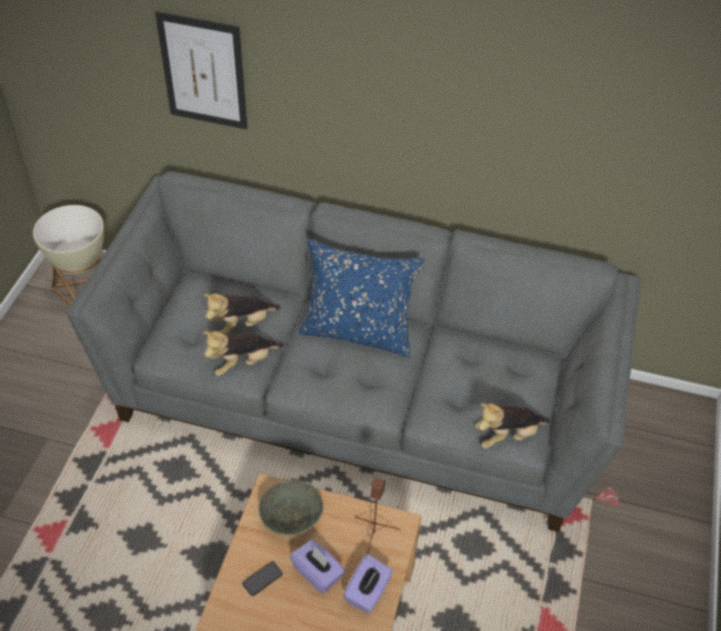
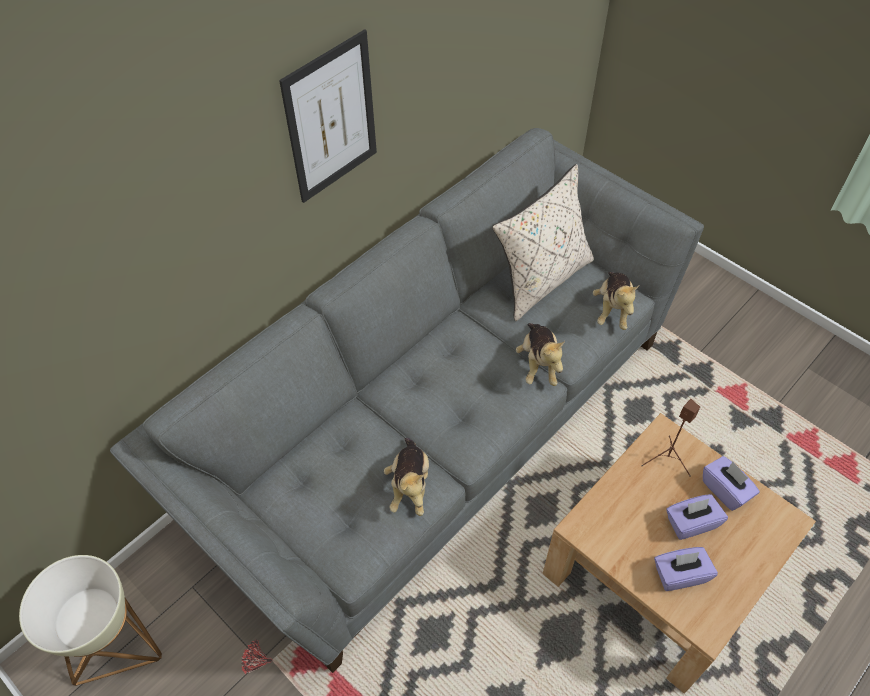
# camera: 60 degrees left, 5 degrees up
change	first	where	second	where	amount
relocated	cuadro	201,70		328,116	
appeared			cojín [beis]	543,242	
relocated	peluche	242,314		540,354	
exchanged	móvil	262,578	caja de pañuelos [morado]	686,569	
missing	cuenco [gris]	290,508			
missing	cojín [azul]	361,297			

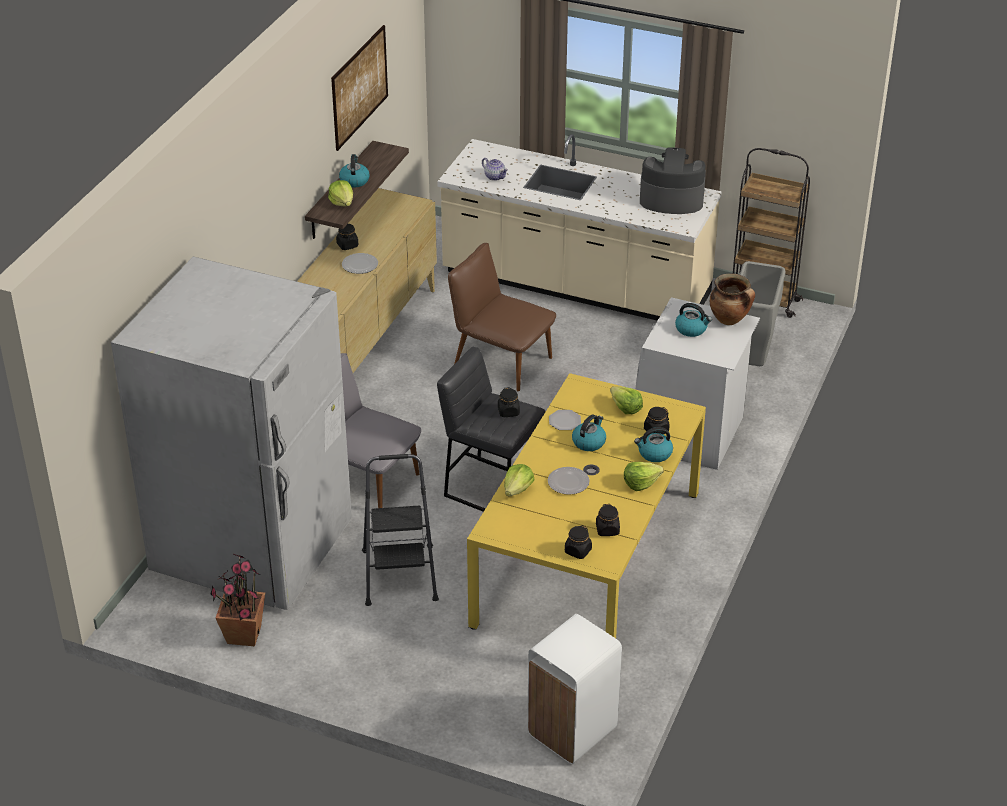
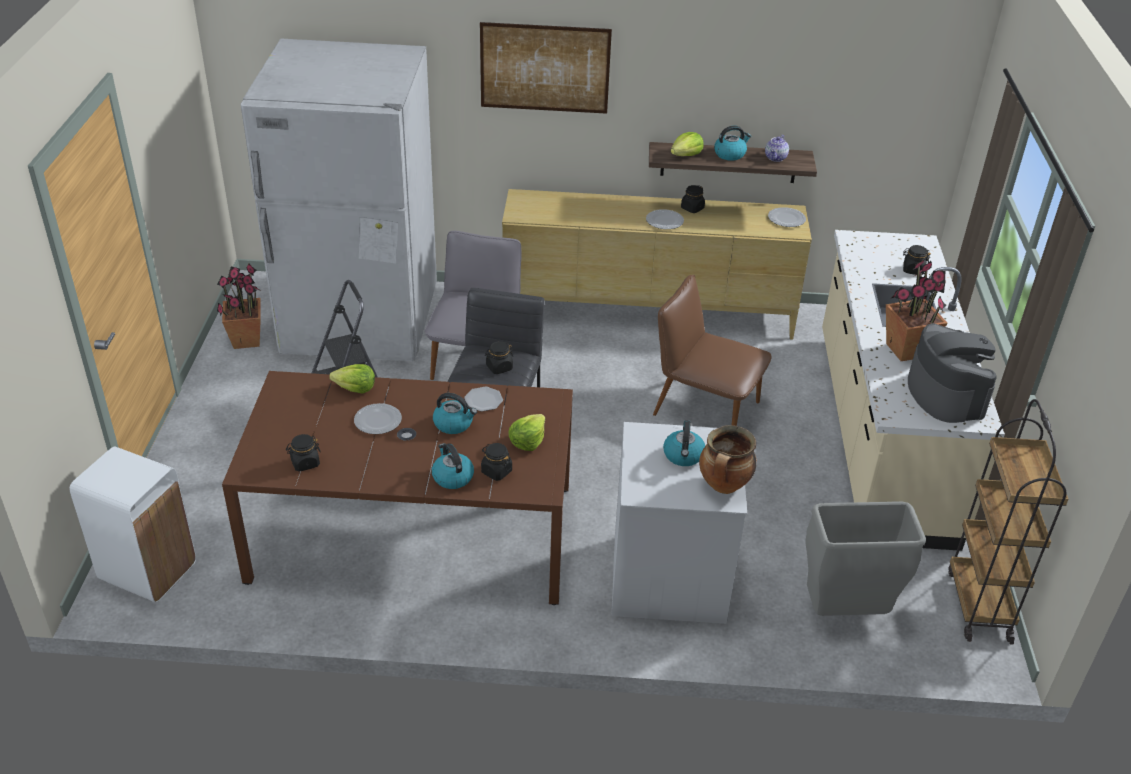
# camera: 70 degrees right, 0 degrees up
change	first	where	second	where	amount
colour	mesa de comedor [amarillo]	586,505	mesa de comedor [marrón]	397,488	
relocated	cuadro	359,88		546,68	
spun	silla [marrón]	502,317		712,350	75 degrees counterclockwise
relocated	tetera	495,169		777,148	
appeared			plato	787,217	
appeared			planta en maceta	917,310	
relocated	tarro [negro]	578,542		917,260	
missing	lechuga	644,476			

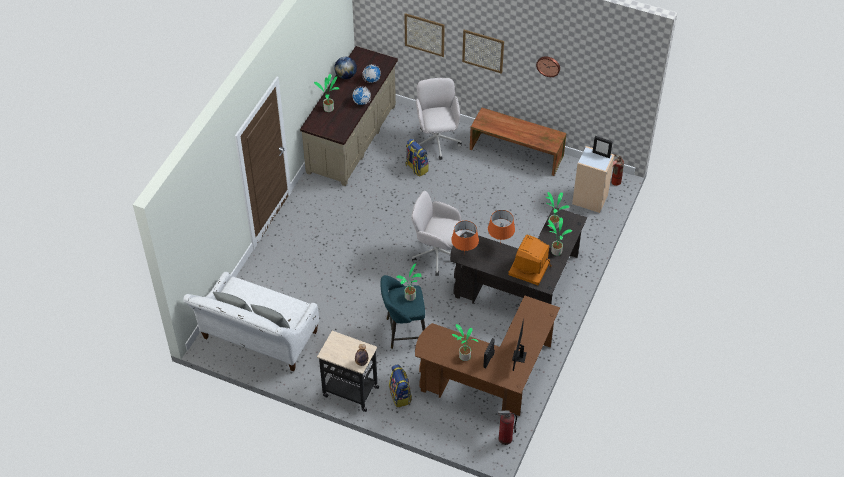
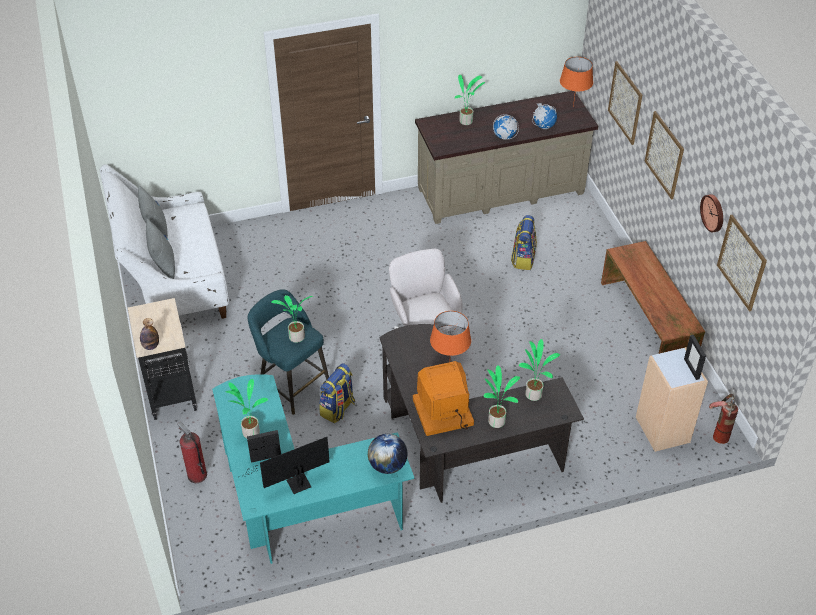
# camera: 50 degrees right, 5 degrees down
change	first	where	second	where	amount
relocated	extintor	507,428		192,452	
colour	escritorio [marrón]	487,355	escritorio [turquesa]	313,469	
relocated	mochila	400,386		337,393	
relocated	globo terráqueo	345,68		387,454	
relocated	lámpara de mesa [naranja]	465,238		576,82	
appeared			cuadro	742,263	
missing	silla de oficina [blanco]	439,119			

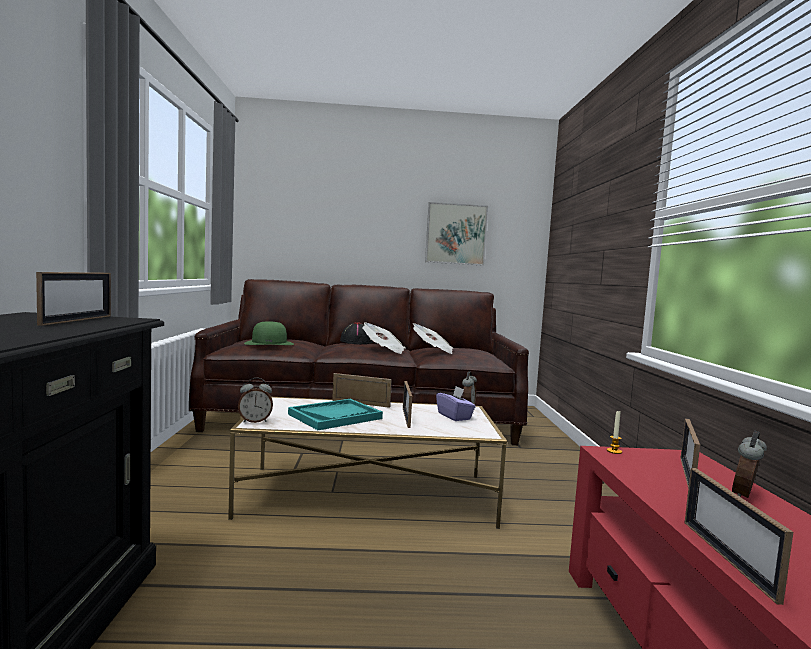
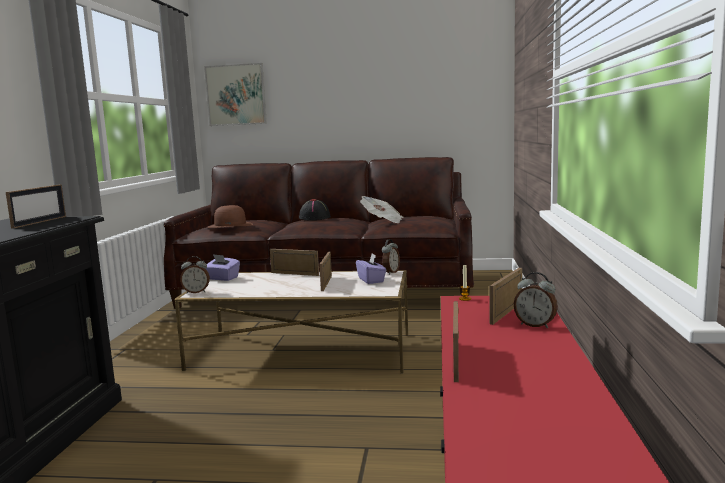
# camera: 10 degrees right, 5 degrees up
change	first	where	second	where	amount
relocated	cuadro	456,234		235,94	
appeared			caja de pañuelos [morado]	222,267	
colour	sombrero [verde]	269,333	sombrero [marrón]	230,216	
spun	despertador	749,464		536,300	105 degrees counterclockwise
missing	bandeja [turquesa]	335,414			
missing	periódico	383,338			

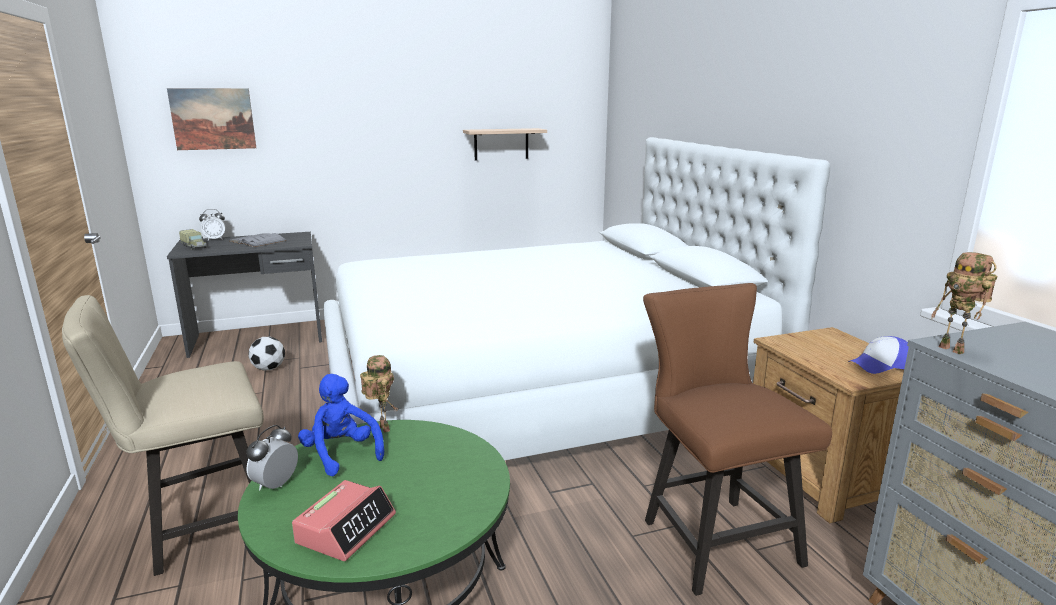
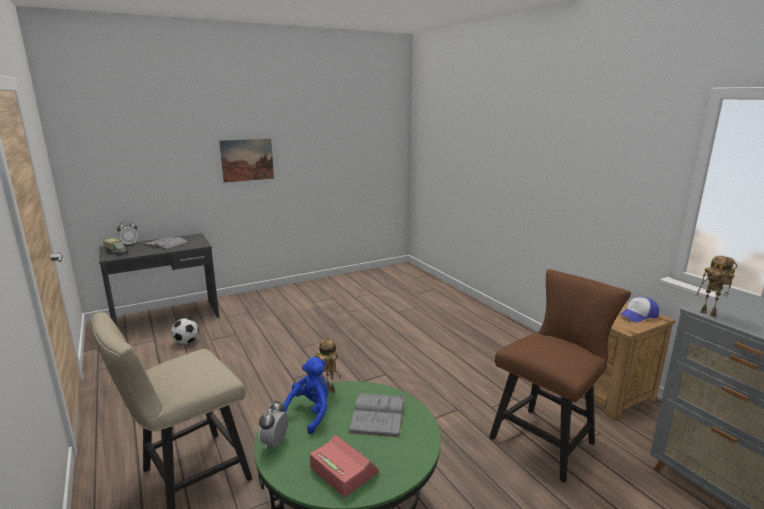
# camera: 10 degrees left, 0 degrees up
change	first	where	second	where	amount
relocated	cuadro	211,119		246,160	
spun	peluche [azul]	341,425		304,395	75 degrees clockwise
spun	despertador	344,520		344,465	60 degrees counterclockwise
appeared			libro [gris]	376,415	
spun	silla [marrón]	737,439		560,376	75 degrees clockwise
missing	cama [blanco]	576,298			
missing	estante	505,144			

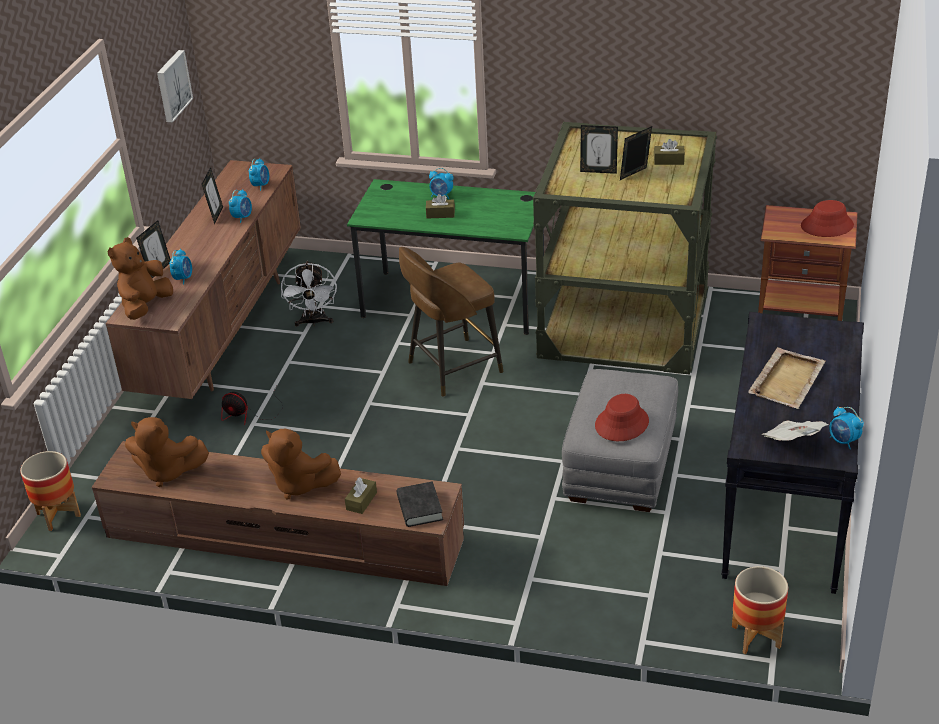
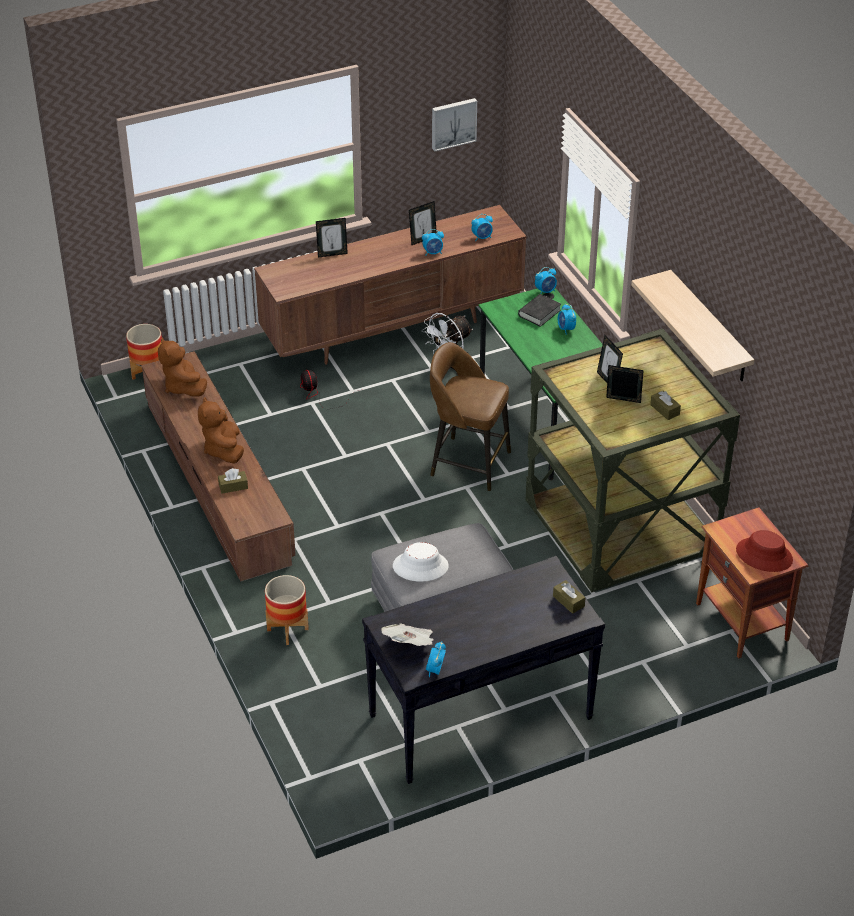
# camera: 50 degrees right, 5 degrees up
change	first	where	second	where	amount
relocated	maceta	760,610		287,610	
colour	sombrero [rojo]	622,417	sombrero [blanco]	421,562	
relocated	libro [negro]	420,504		539,310	
relocated	despertador	180,267		546,280	
relocated	caja de pañuelos [marrón]	440,206		569,597	
appeared			estante	692,325	
missing	peluche [marrón]	140,278			
missing	bandeja [beis]	787,378			

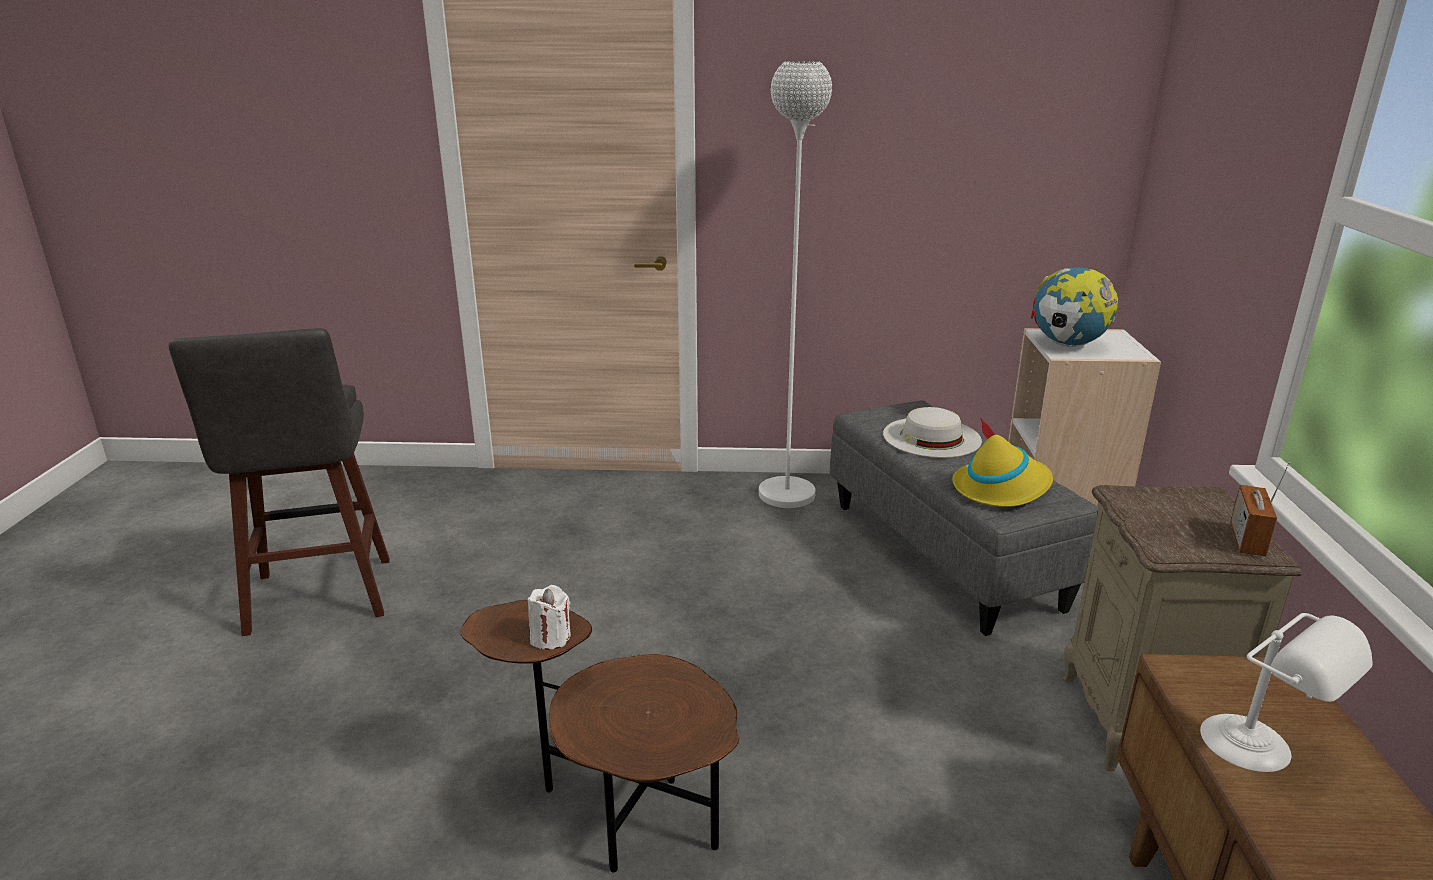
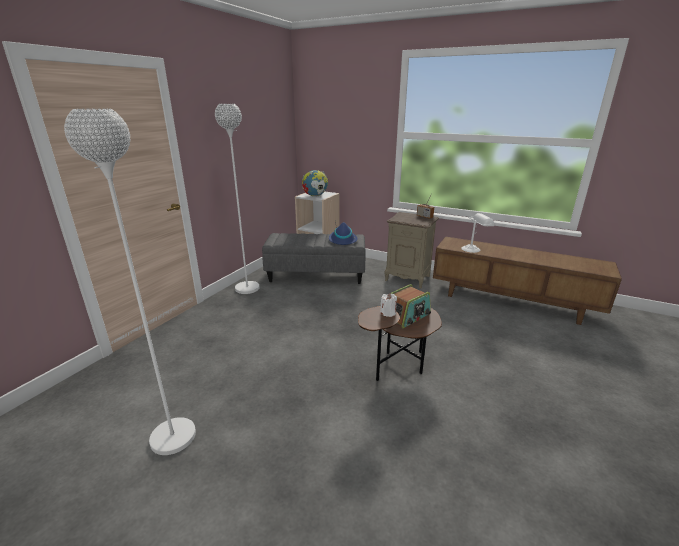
# camera: 65 degrees left, 0 degrees up
change	first	where	second	where	amount
exchanged	taburete [gris]	279,482	lámpara de pie [blanco]	130,281	
colour	sombrero [amarillo]	1002,462	sombrero [azul]	343,233	
appeared			radio	411,306	
missing	sombrero [blanco]	932,432			

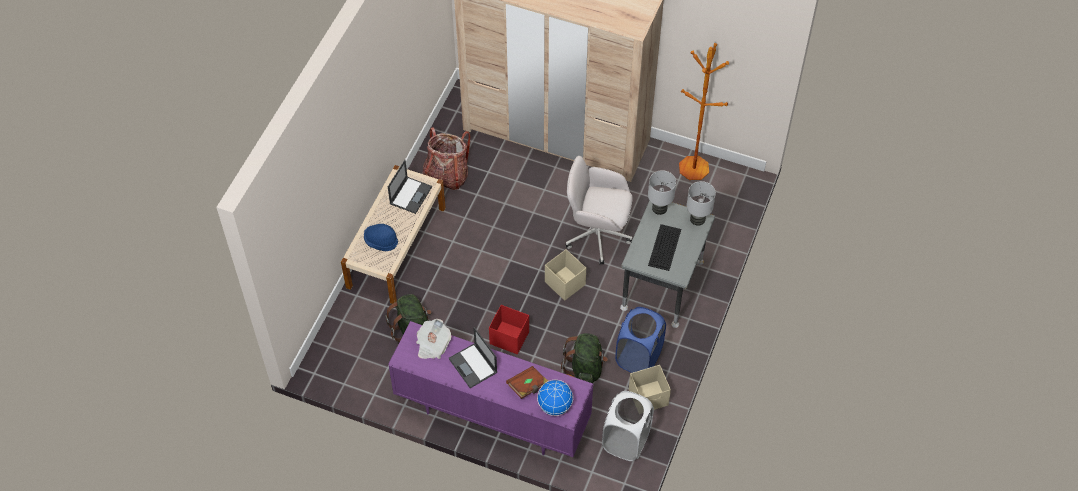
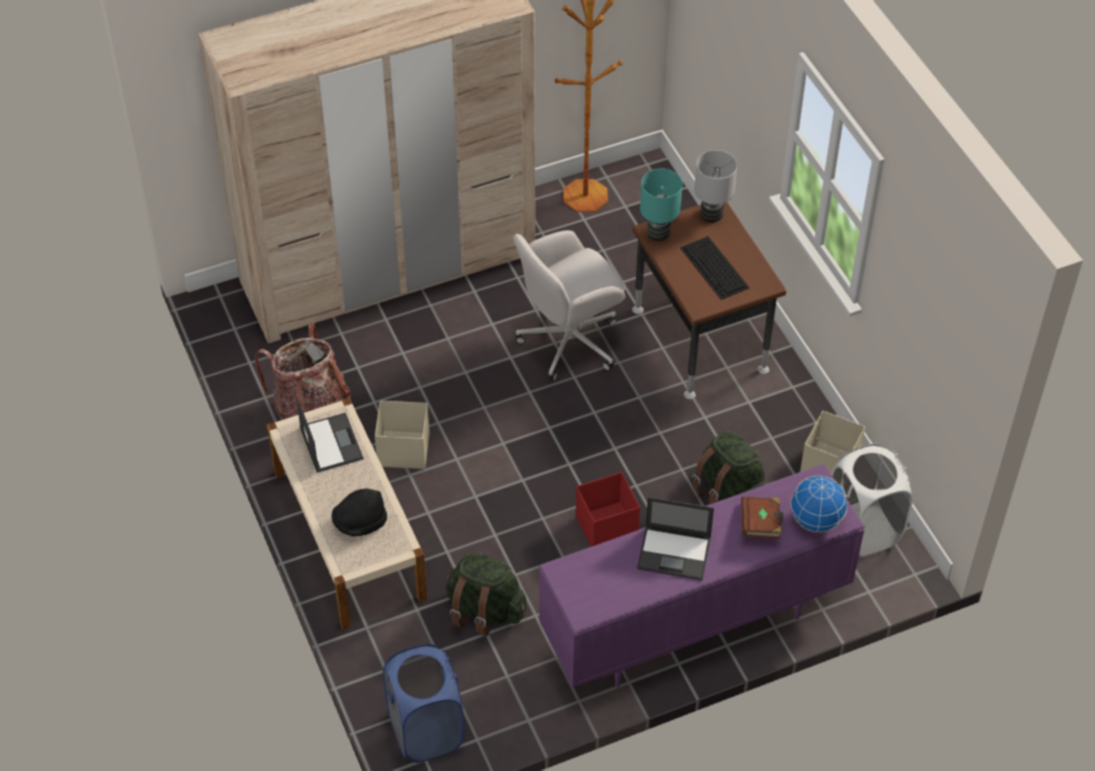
# camera: 45 degrees left, 5 degrees down
change	first	where	second	where	amount
colour	sombrero [azul]	381,237	sombrero [negro]	359,512	
relocated	caja de almacenaje [beis]	565,275		402,434	
relocated	cesto de la ropa [azul]	640,340		424,703	
colour	escritorio [gris]	667,264	escritorio [marrón]	709,300	
colour	lámpara de mesa [gris]	662,192	lámpara de mesa [turquesa]	661,205	
missing	periódico	433,339			

